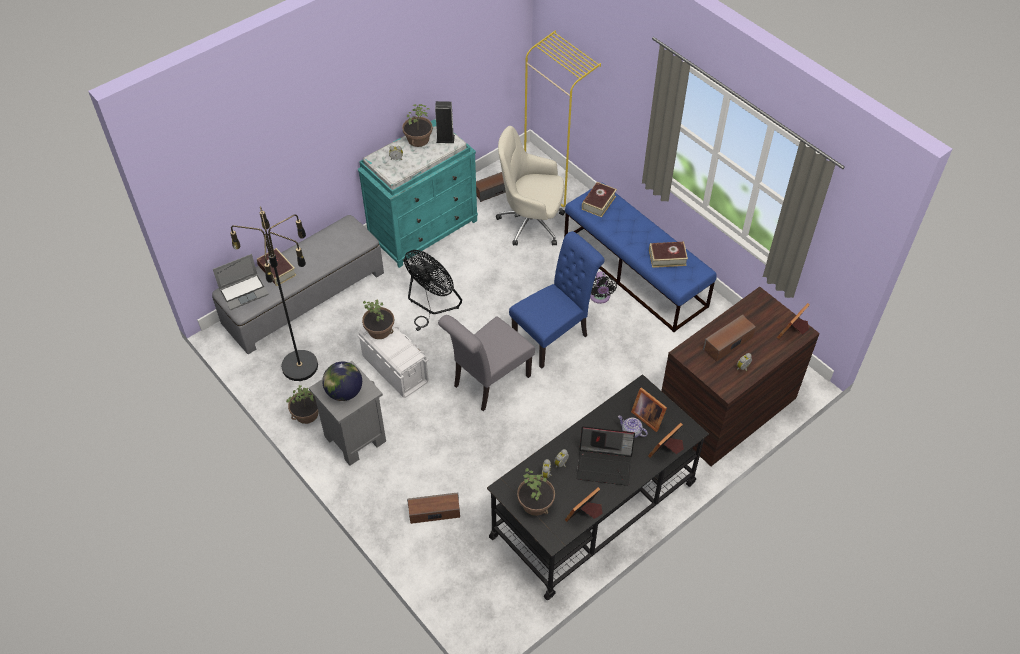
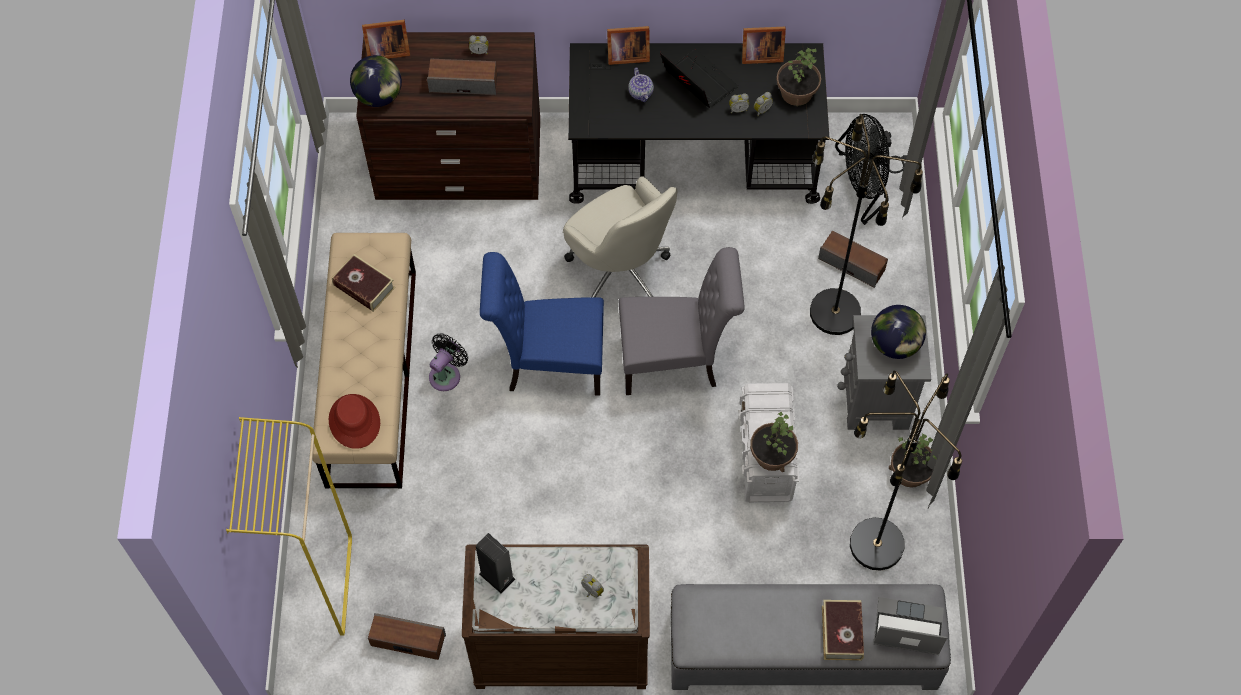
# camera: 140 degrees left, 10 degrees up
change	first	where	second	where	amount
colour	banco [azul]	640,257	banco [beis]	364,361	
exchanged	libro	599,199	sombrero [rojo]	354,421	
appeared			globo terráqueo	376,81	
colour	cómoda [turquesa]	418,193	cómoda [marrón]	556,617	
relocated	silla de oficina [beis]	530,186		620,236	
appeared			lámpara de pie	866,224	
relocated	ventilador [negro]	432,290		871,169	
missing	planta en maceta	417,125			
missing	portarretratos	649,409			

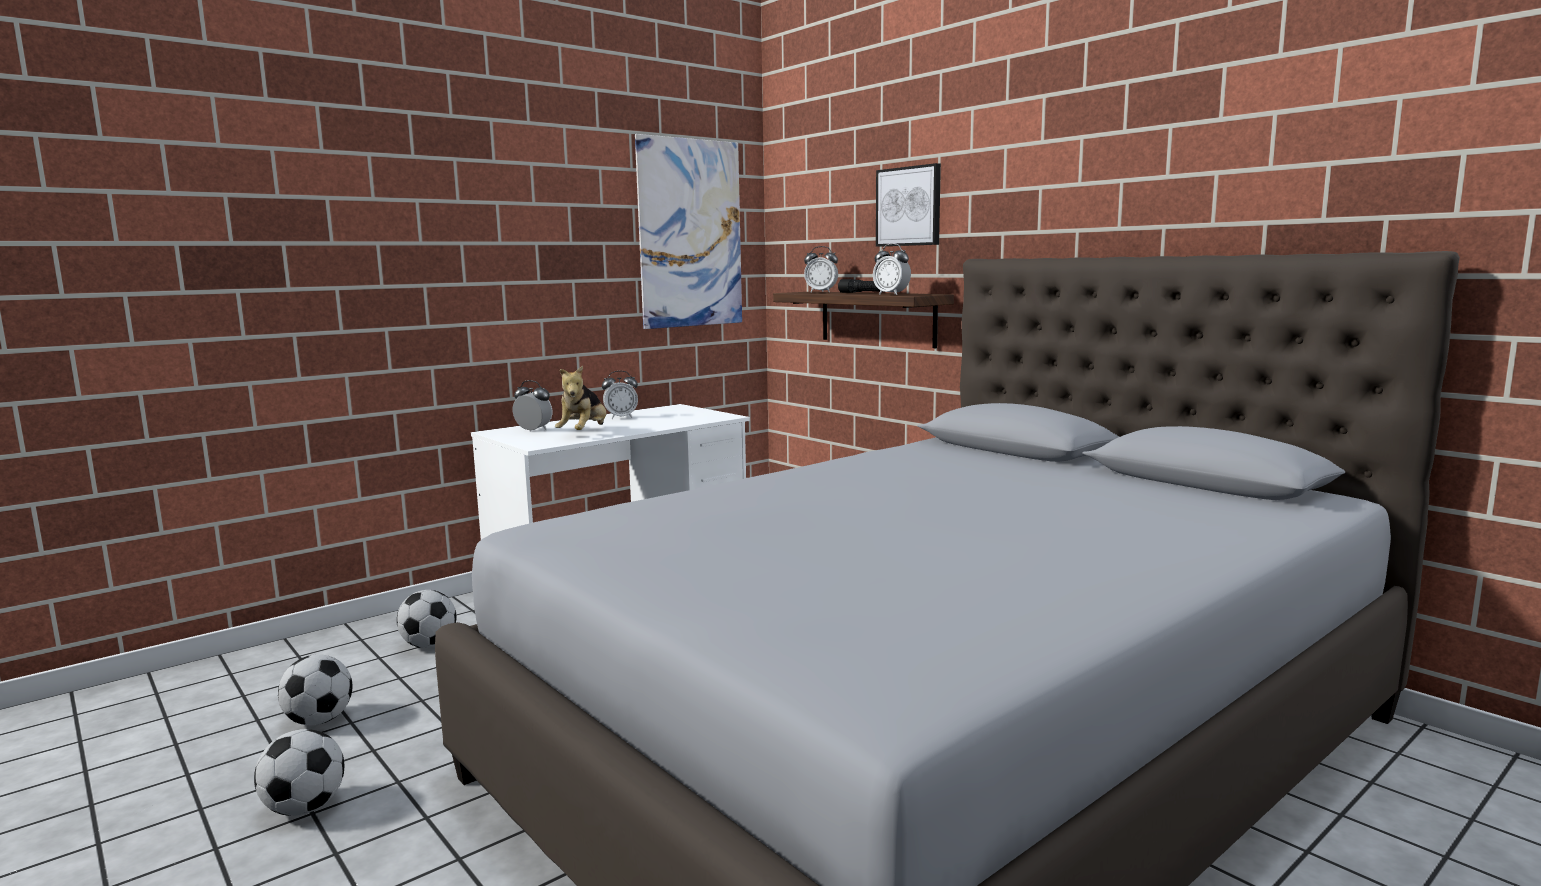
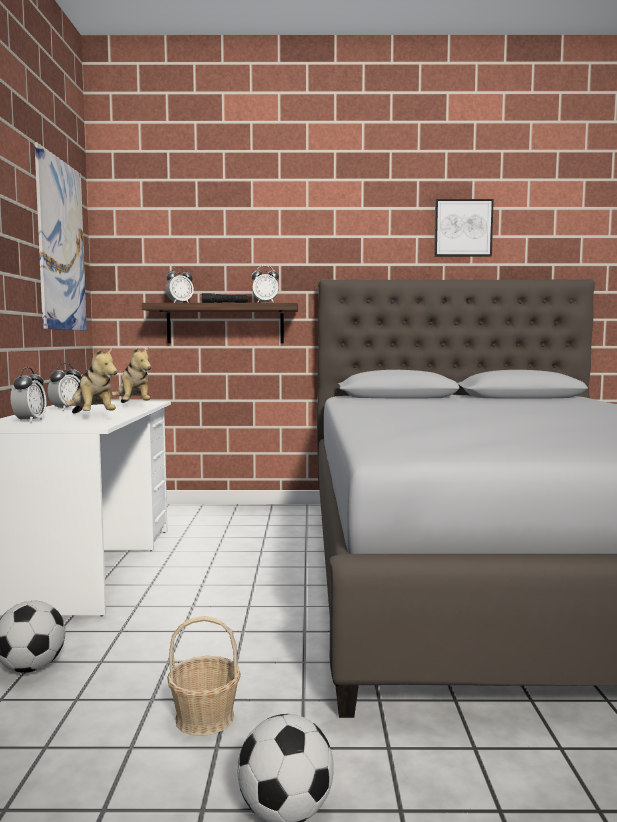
# camera: 50 degrees left, 5 degrees down
change	first	where	second	where	amount
spun	despertador	532,406		28,395	120 degrees clockwise
appeared			peluche	131,374	
appeared			cesta	204,676	
relocated	cuadro	908,205		464,228	
missing	balón de fútbol	315,689			

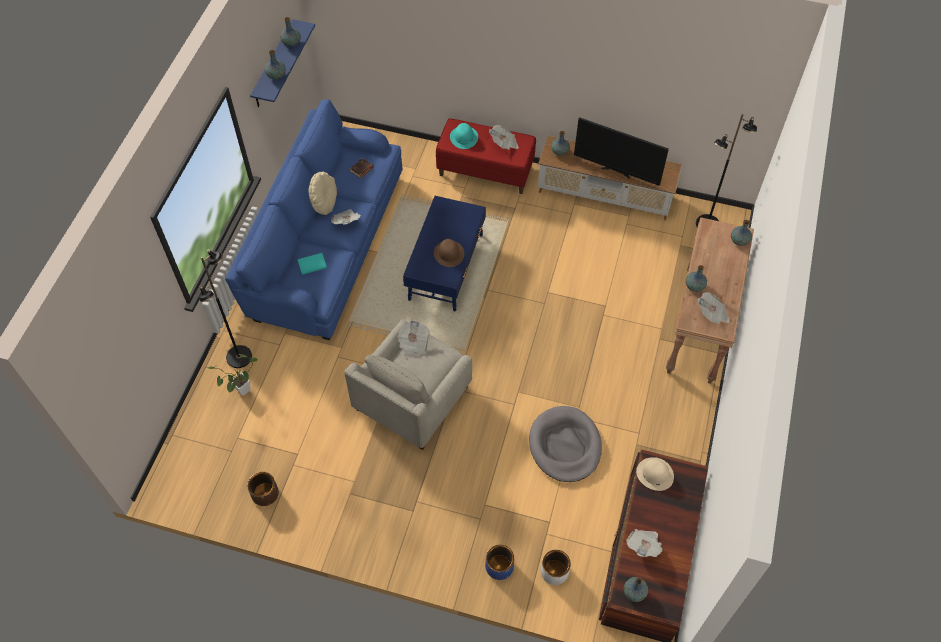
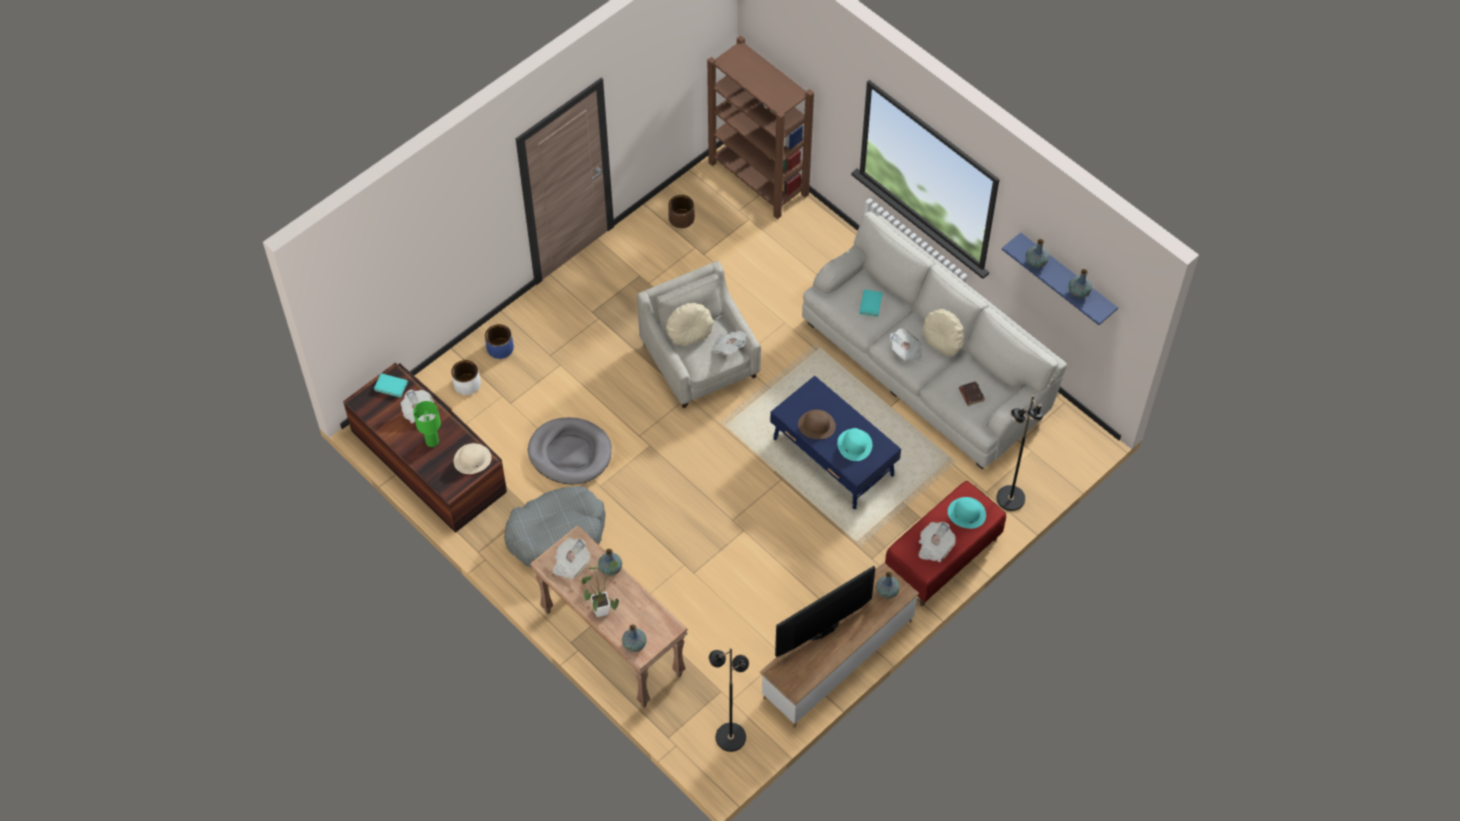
# camera: 120 degrees right, 0 degrees up
change	first	where	second	where	amount
exchanged	florero	636,589	libro [turquesa]	391,385	
appeared			lámpara de mesa [verde]	427,424	
appeared			cama para perro [gris]	554,527	
relocated	planta en maceta	232,375		600,589	
appeared			cojín [beis]	690,324	
appeared			estantería [marrón]	760,127	
colour	sofá [azul]	314,220	sofá [blanco]	934,340	
appeared			sombrero [turquesa]	854,444	
relocated	lámpara de pie [negro]	225,308		1019,453	

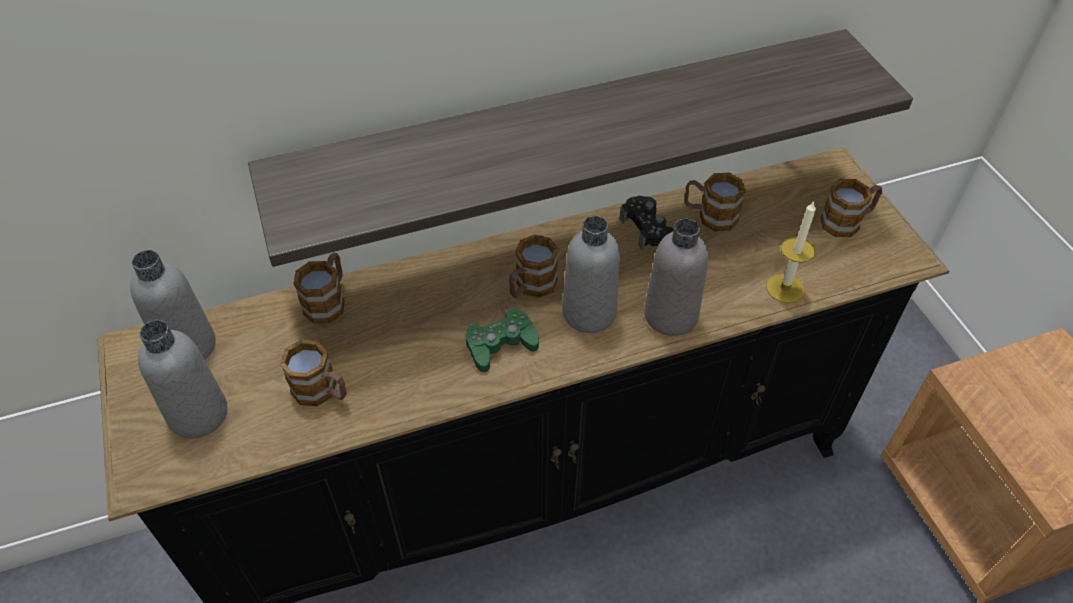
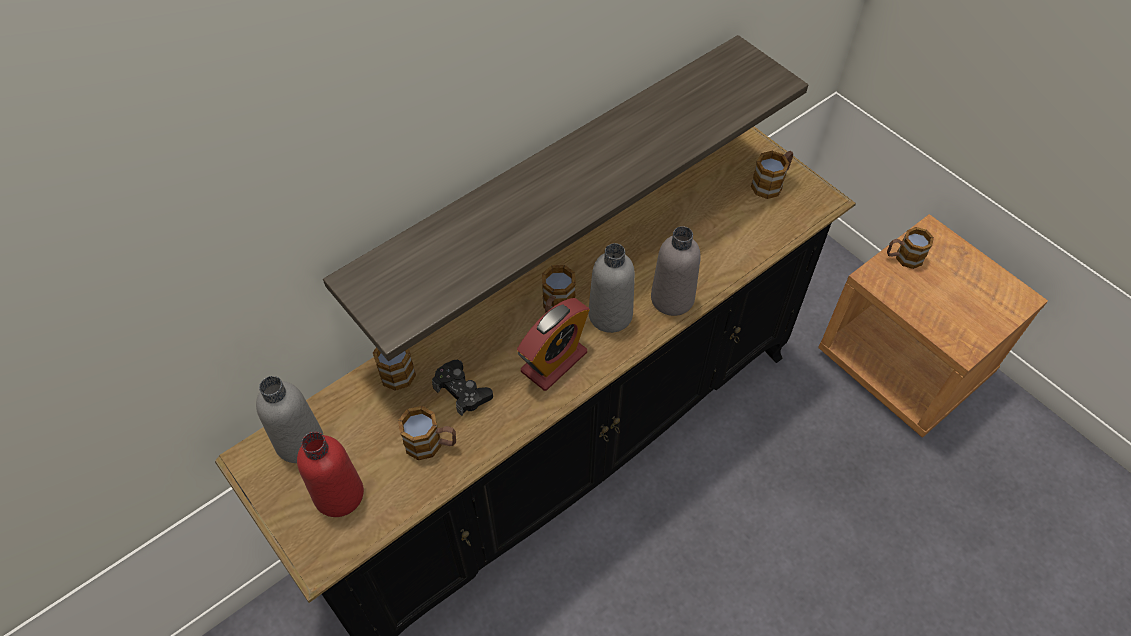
# camera: 20 degrees left, 5 degrees up
change	first	where	second	where	amount
colour	botella [gris]	182,379	botella [rojo]	330,474	
relocated	mando de consola [negro]	646,223		462,388	
exchanged	mando de consola [verde]	502,339	despertador	553,344	
relocated	taza grande	715,201		910,248	
missing	vela	791,252			

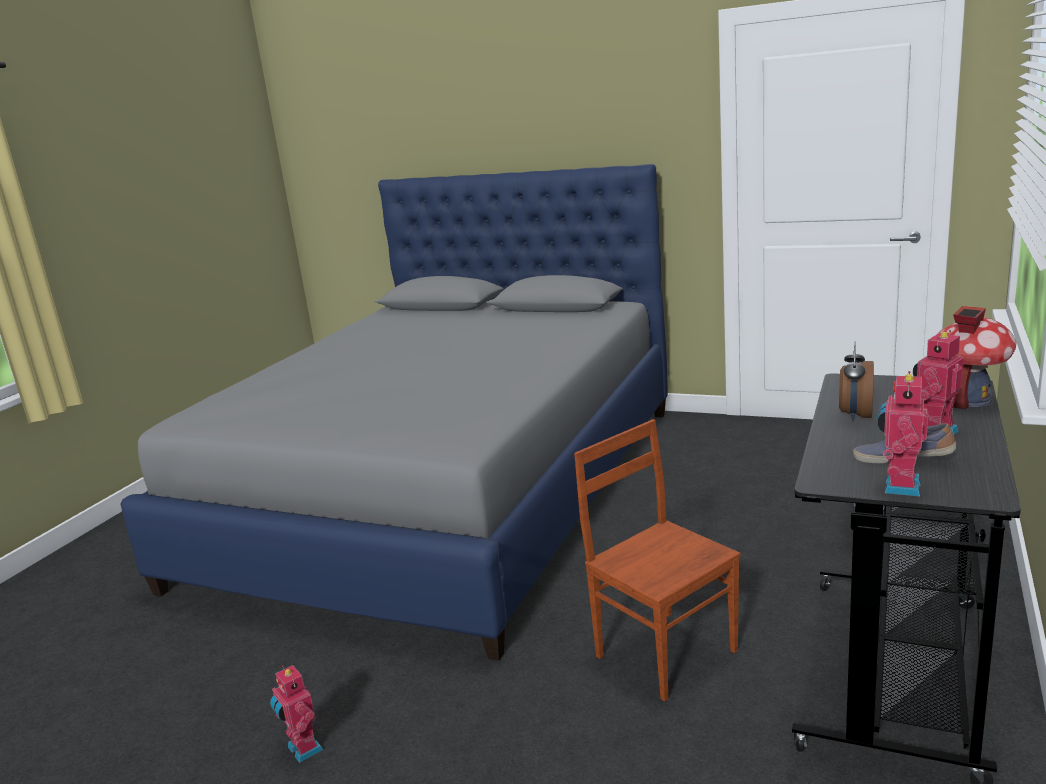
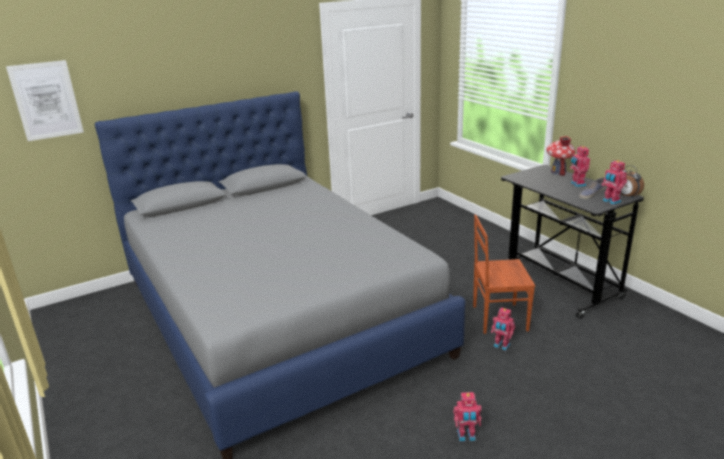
# camera: 55 degrees left, 5 degrees up
change	first	where	second	where	amount
appeared			cuadro	45,100	
appeared			robot de juguete	503,329	
relocated	despertador	856,381		632,182	

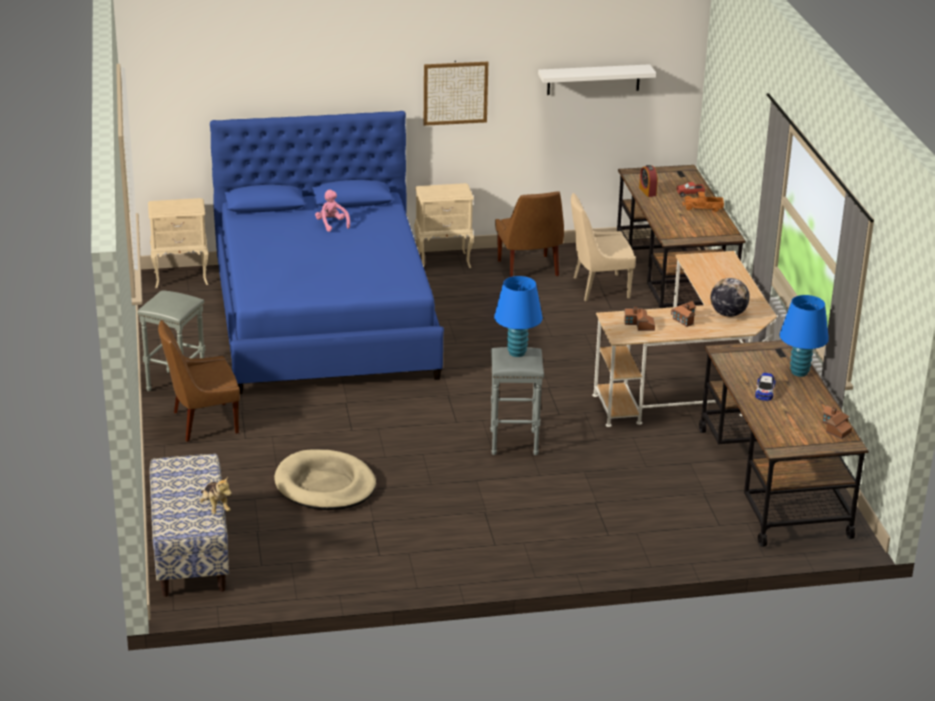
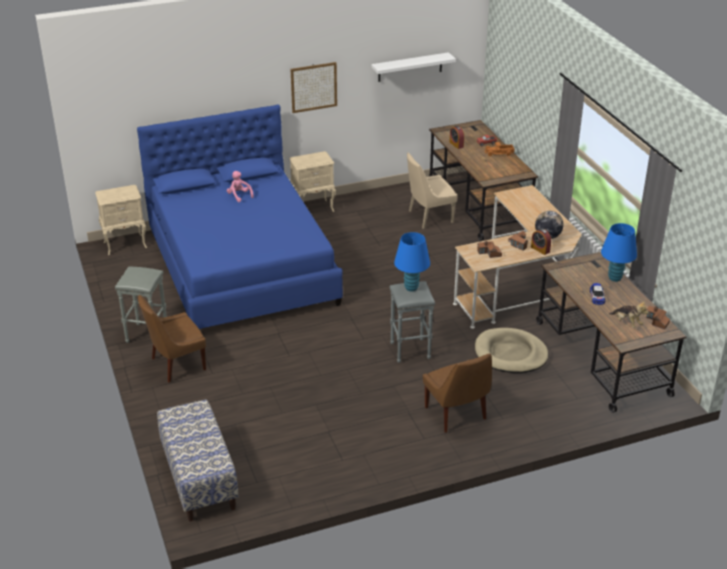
# camera: 10 degrees left, 5 degrees up
change	first	where	second	where	amount
relocated	silla [marrón]	529,234		457,393	
relocated	cama para perro [beis]	325,480		511,350	
appeared			despertador	541,242	
relocated	peluche	216,495		629,314	

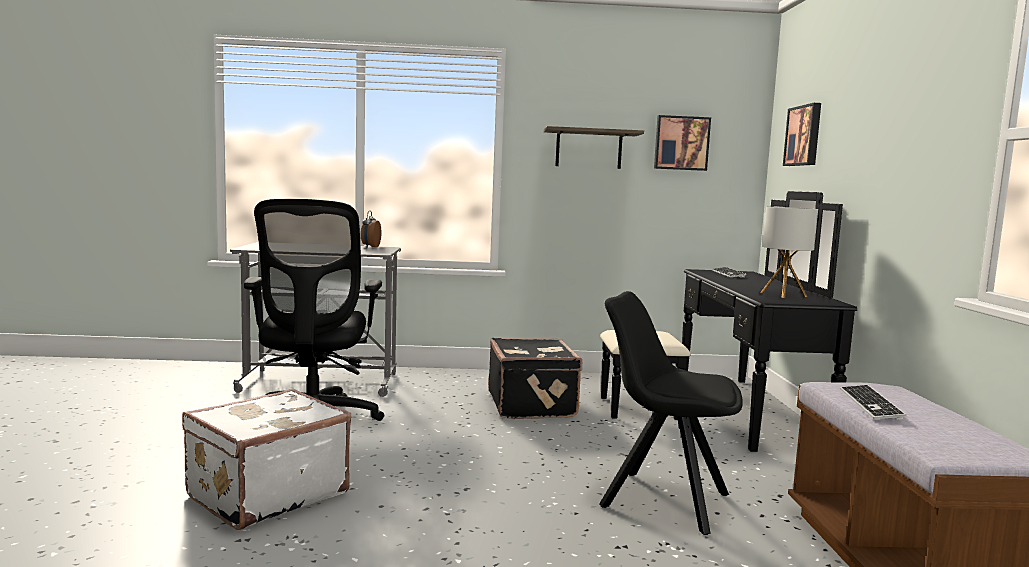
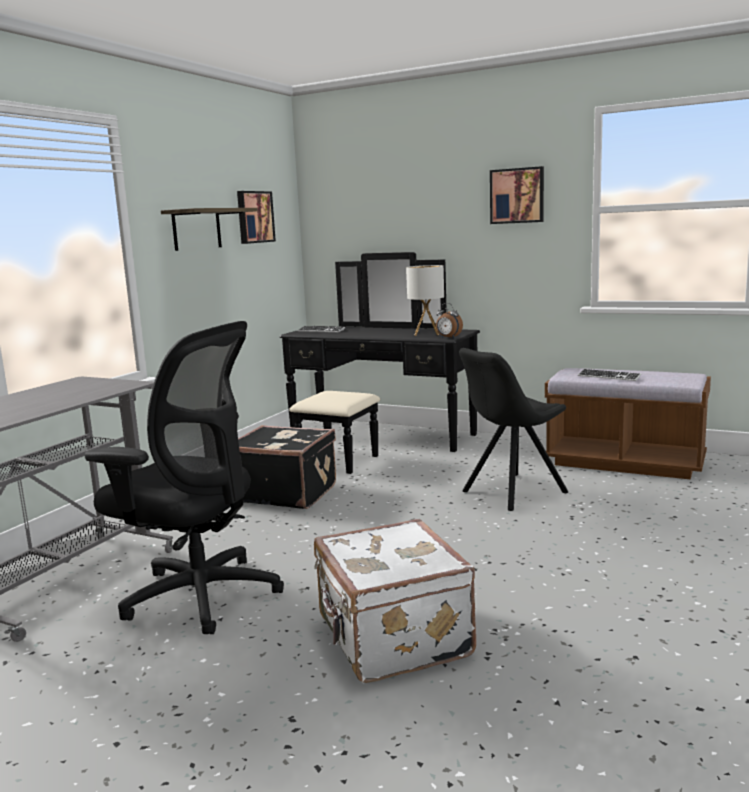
# camera: 60 degrees left, 5 degrees up
change	first	where	second	where	amount
relocated	despertador	370,229		449,320	
relocated	cuadro	802,134		517,195	

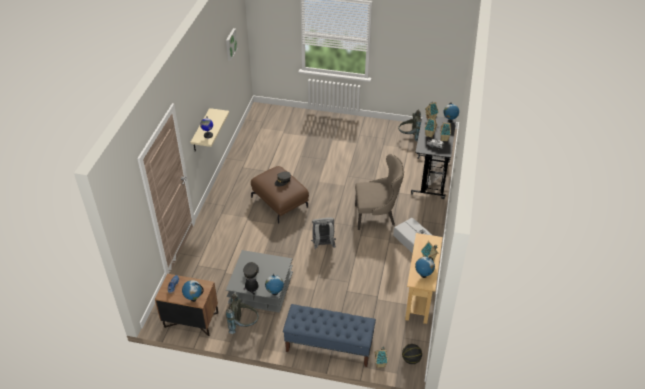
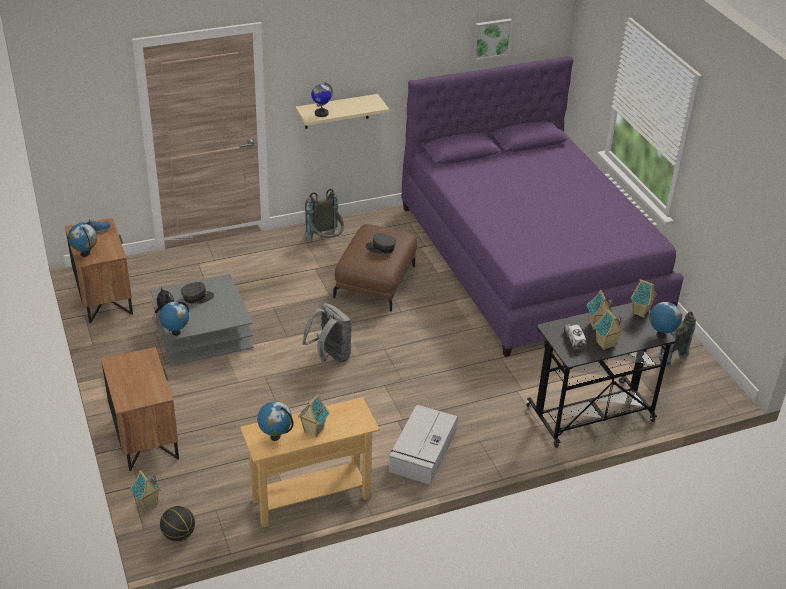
# camera: 55 degrees right, 5 degrees down
change	first	where	second	where	amount
exchanged	banco [azul]	329,335	mesita de noche [marrón]	140,409	
relocated	mochila [gris]	242,313		324,214	
appeared			cama [morado]	543,206	
missing	silla [beis]	379,192			

